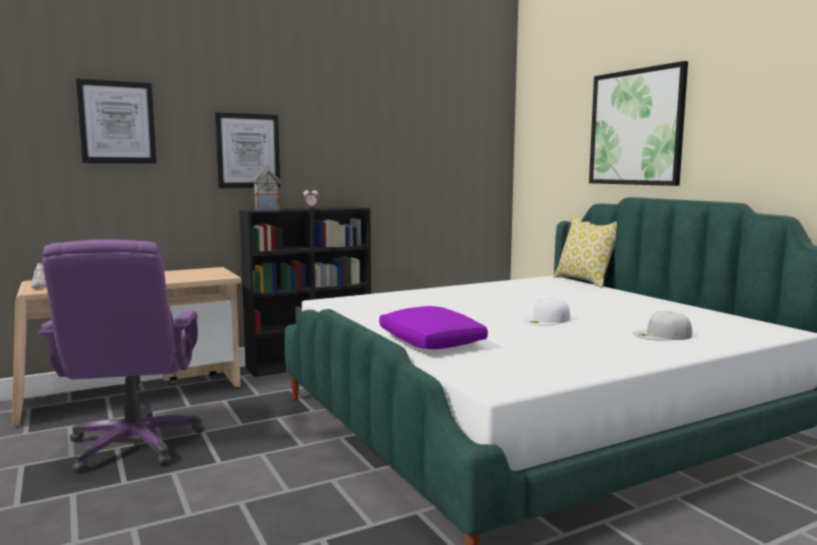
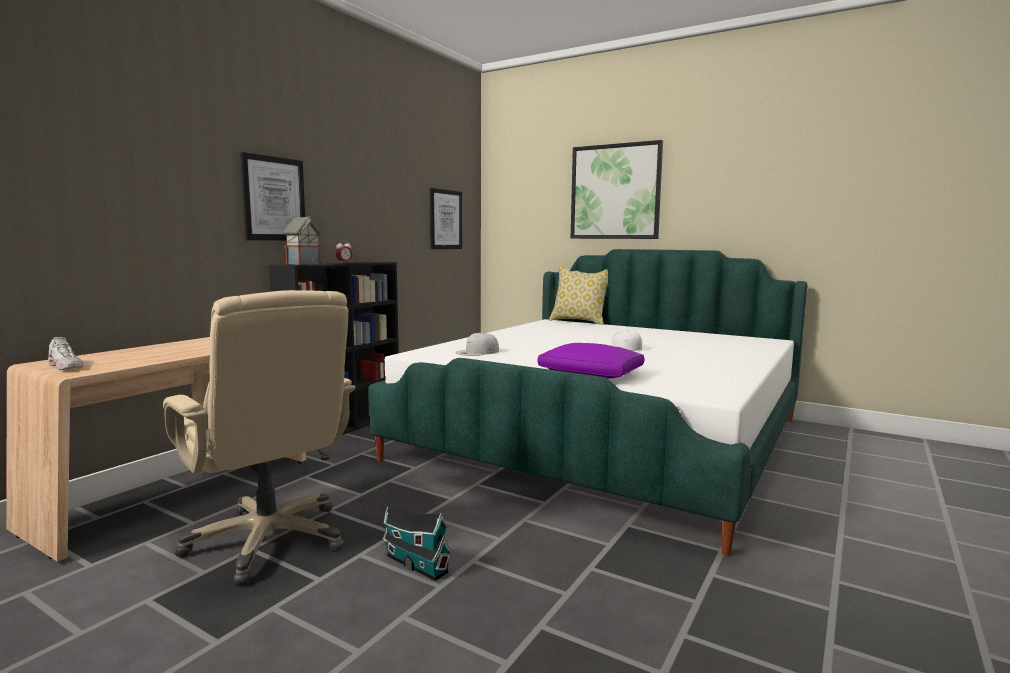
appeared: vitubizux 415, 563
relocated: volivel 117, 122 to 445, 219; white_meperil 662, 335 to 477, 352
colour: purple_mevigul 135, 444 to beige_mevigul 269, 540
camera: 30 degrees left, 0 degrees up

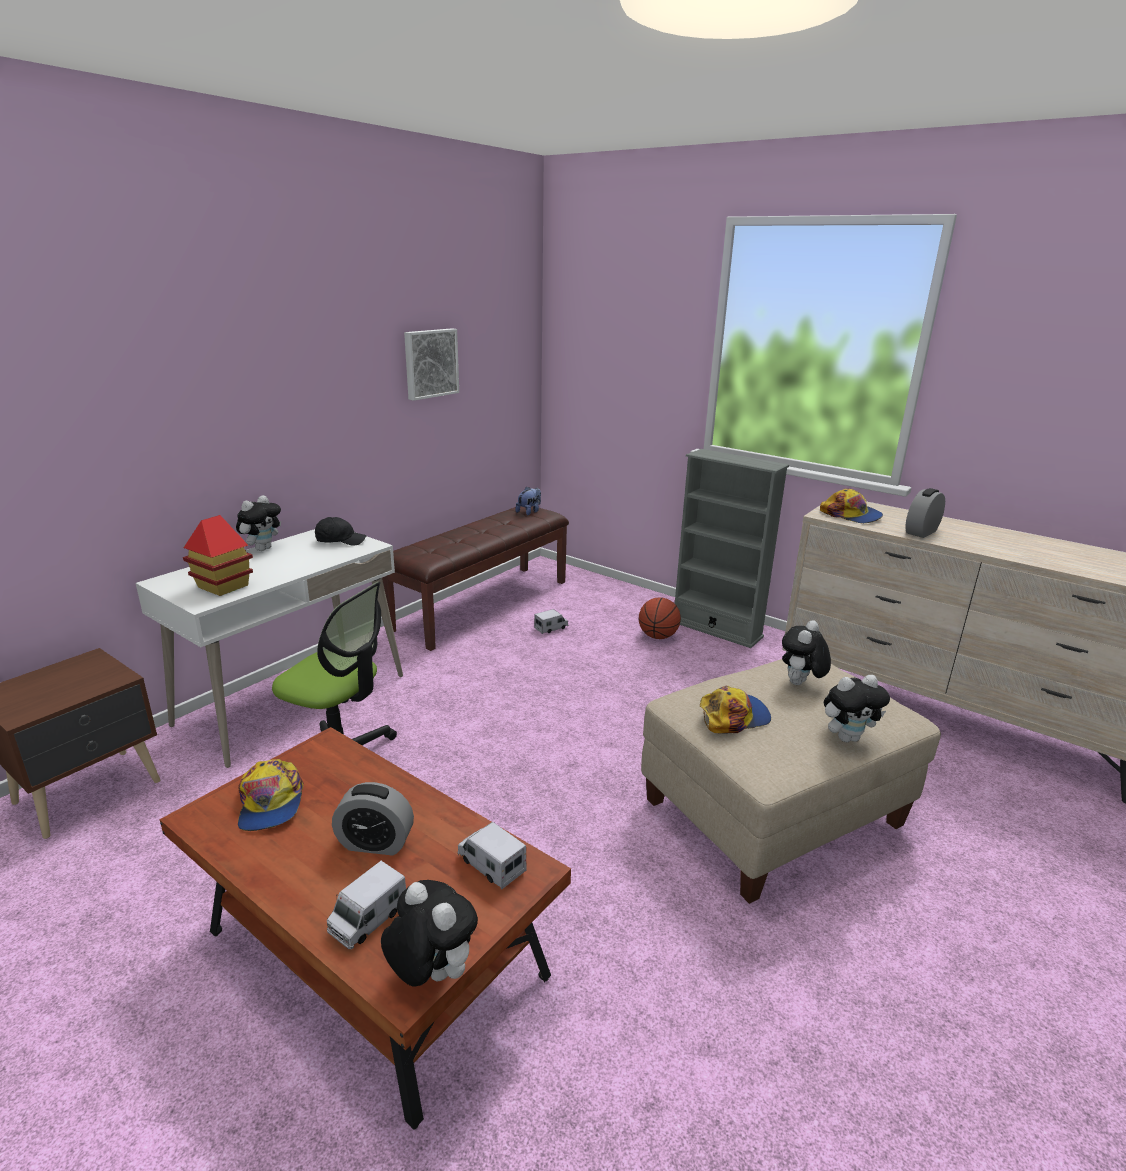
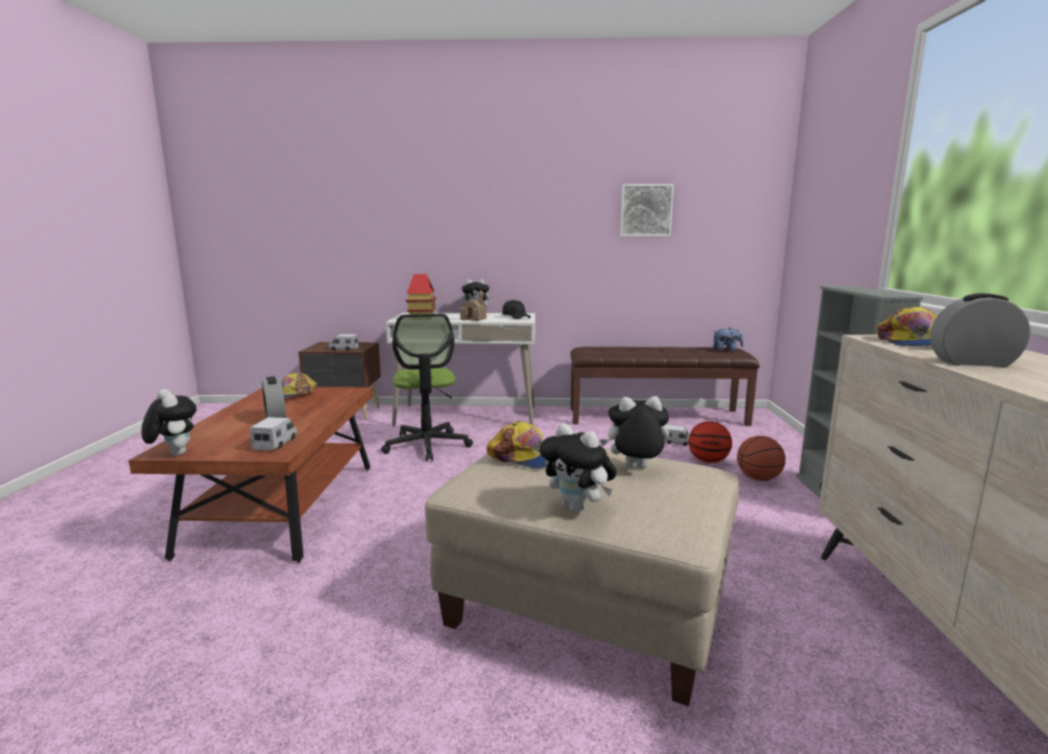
appeared: vitubizux 473, 319; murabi 708, 461
relocated: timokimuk 368, 919 to 343, 349
spun: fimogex 430, 974 = 174, 454 45 degrees counterclockwise
camera: 55 degrees right, 10 degrees down

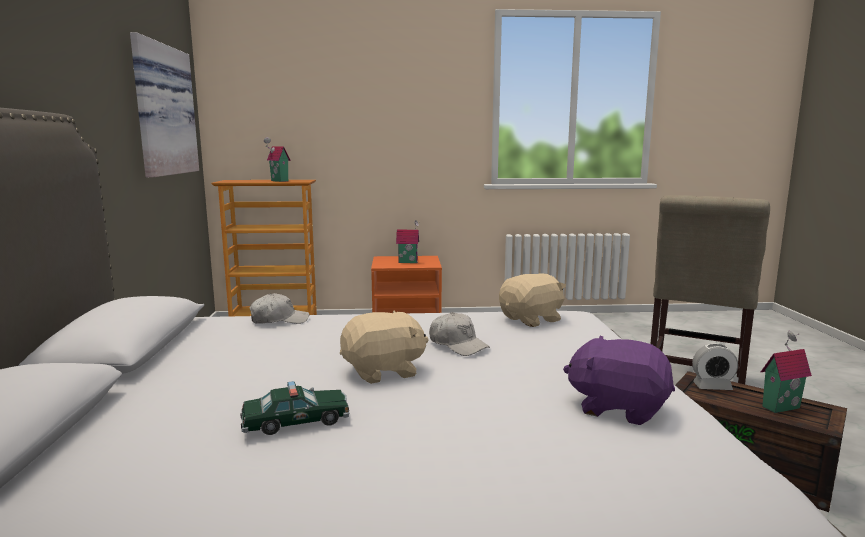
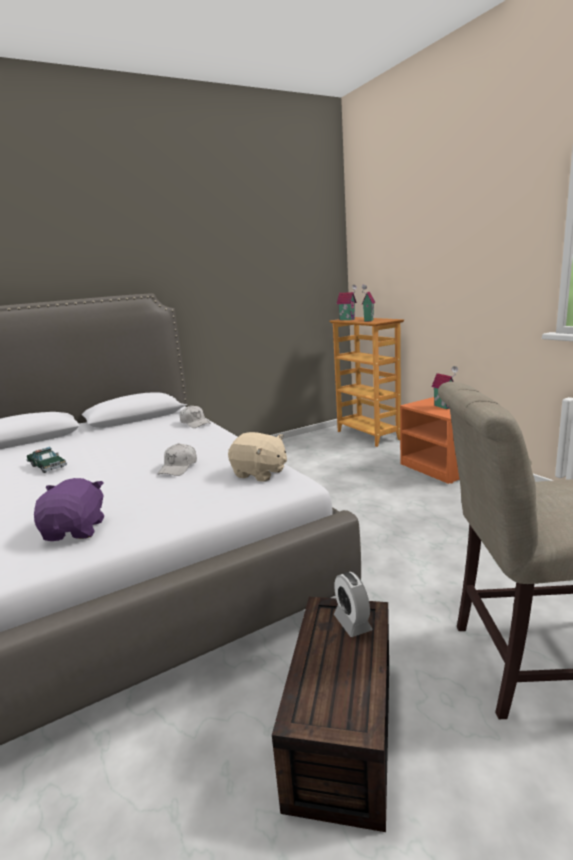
missing: volivel 161, 110; beige_fimogex 383, 371
relocated: vitubizux 779, 406 to 348, 319
camera: 65 degrees right, 5 degrees up

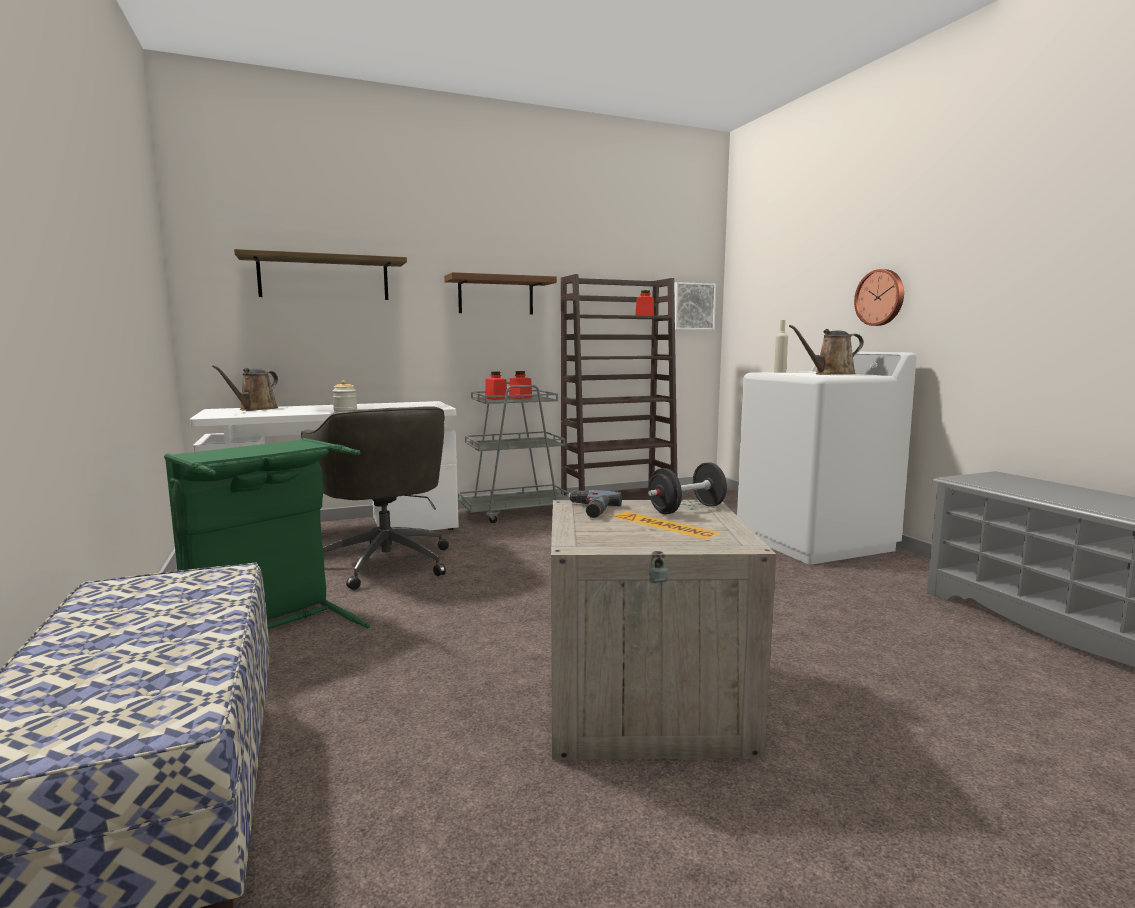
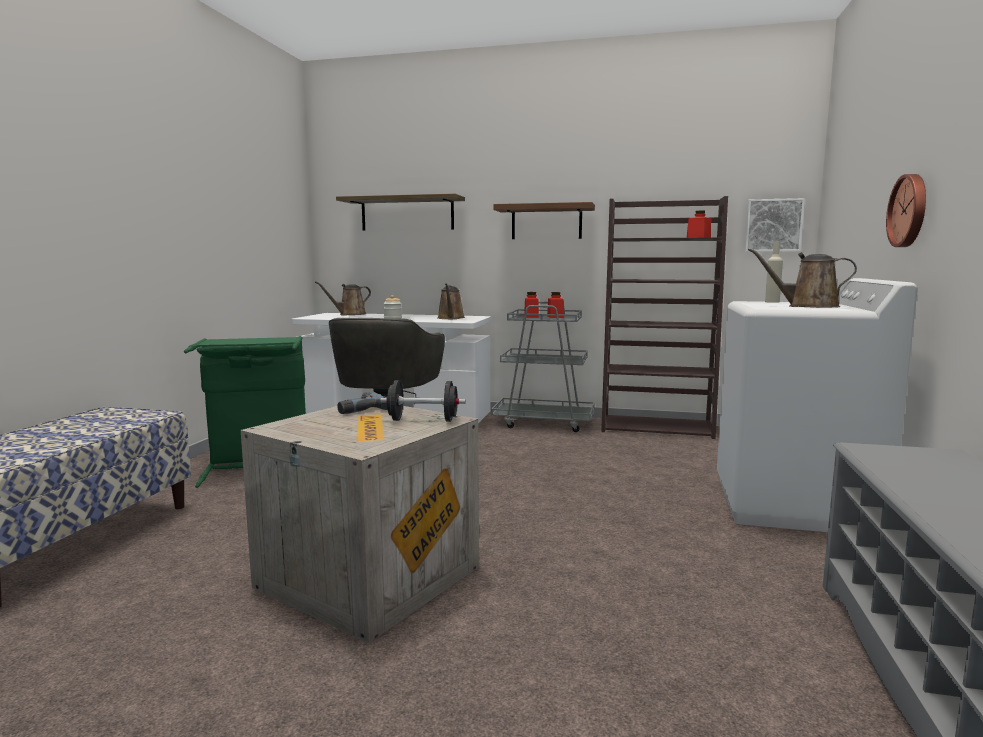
appeared: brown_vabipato 450, 318
camera: 35 degrees right, 0 degrees up

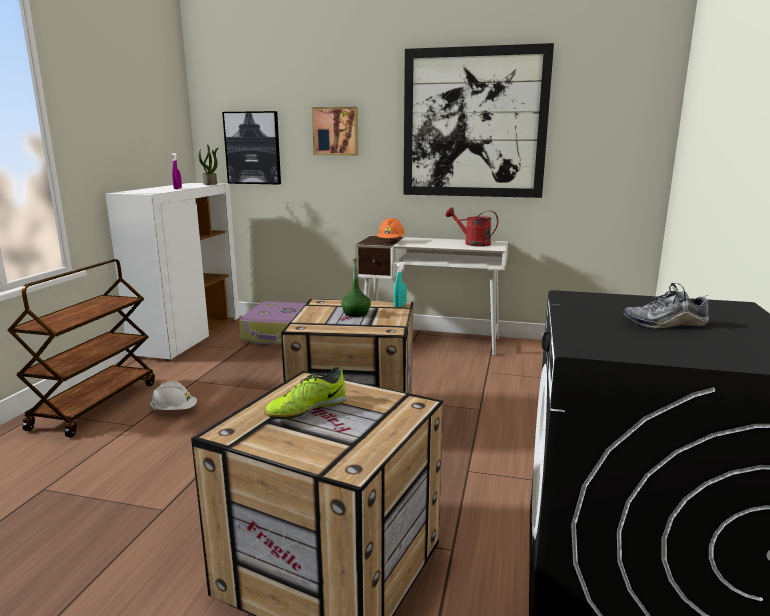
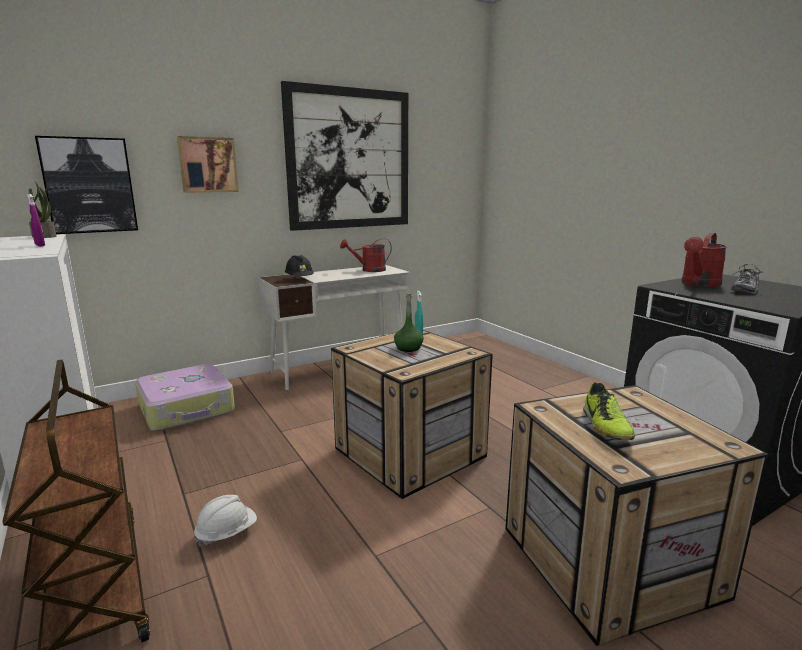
appeared: red_vabipato 699, 284
colour: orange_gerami 391, 241 to black_gerami 299, 279
camera: 45 degrees left, 0 degrees up

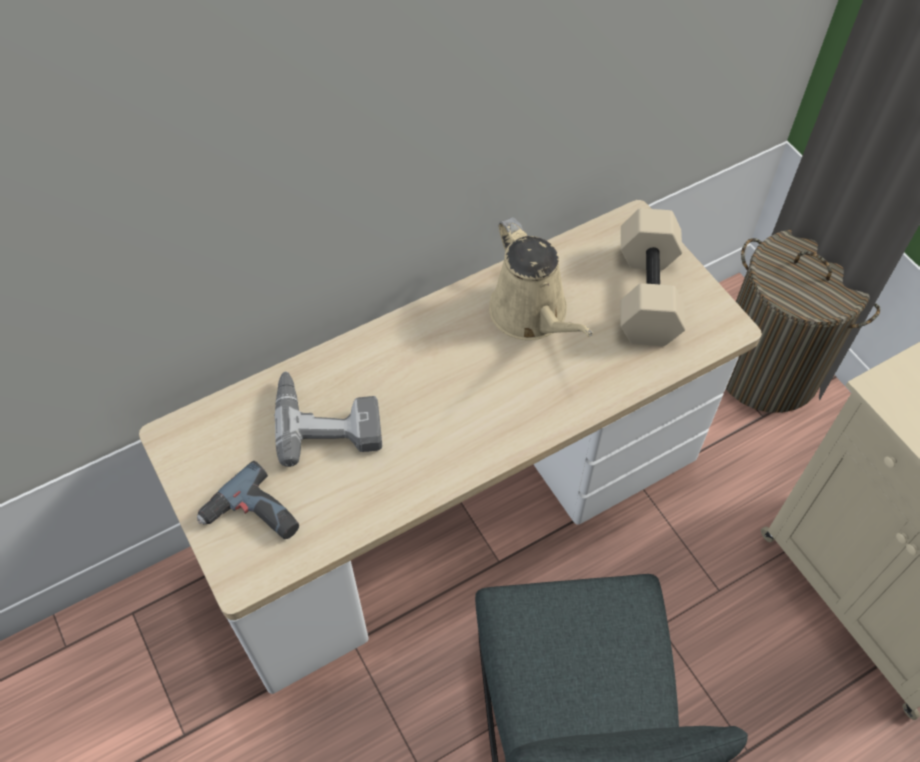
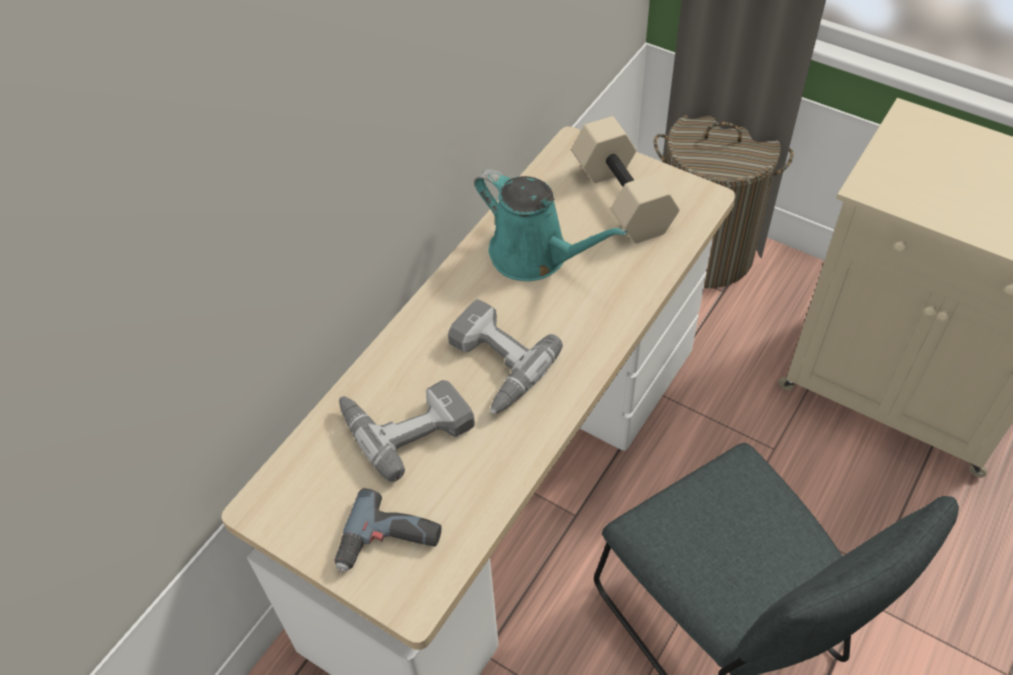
appeared: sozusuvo 493, 365
colour: beige_vabipato 532, 315 to turquoise_vabipato 535, 255
camera: 25 degrees left, 5 degrees down

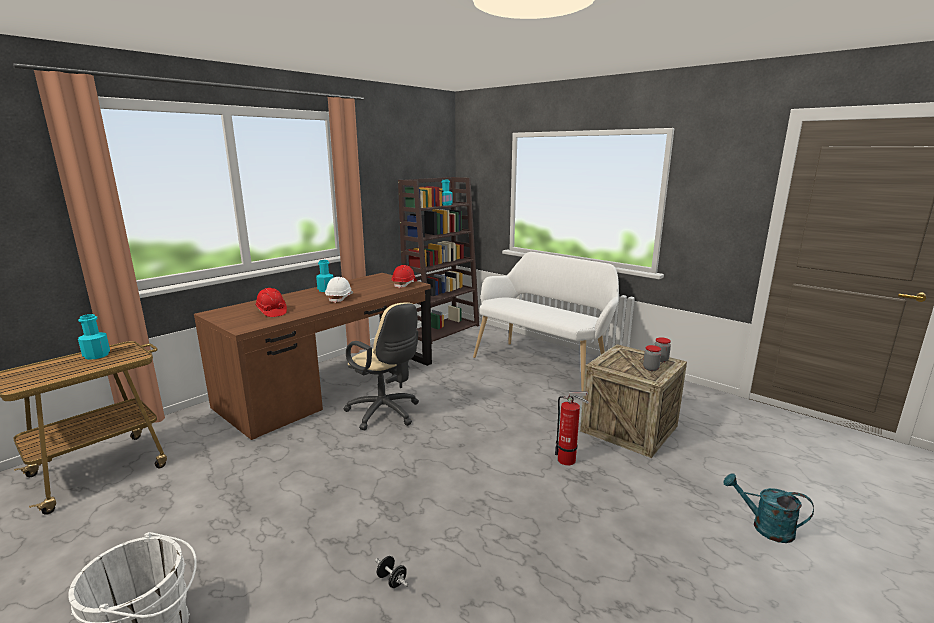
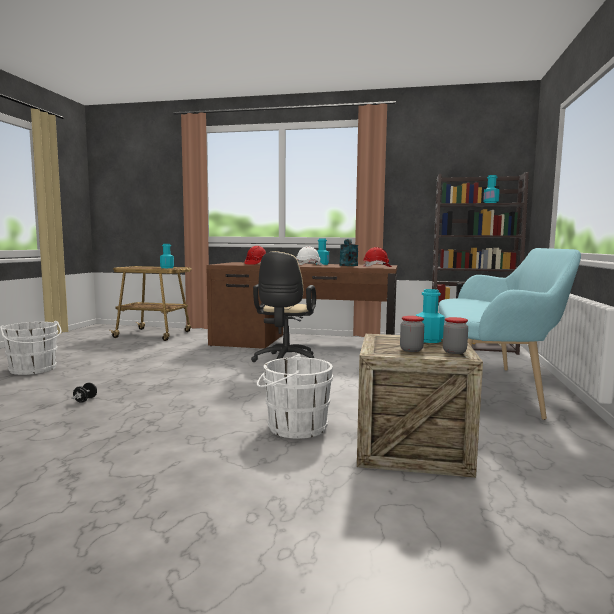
appeared: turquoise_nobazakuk 428, 340
relocated: turquoise_vabipato 765, 527 to 348, 265
exchanged: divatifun 569, 460 to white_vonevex 293, 427
colour: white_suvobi 543, 364 to turquoise_suvobi 491, 389
camera: 60 degrees right, 10 degrees down

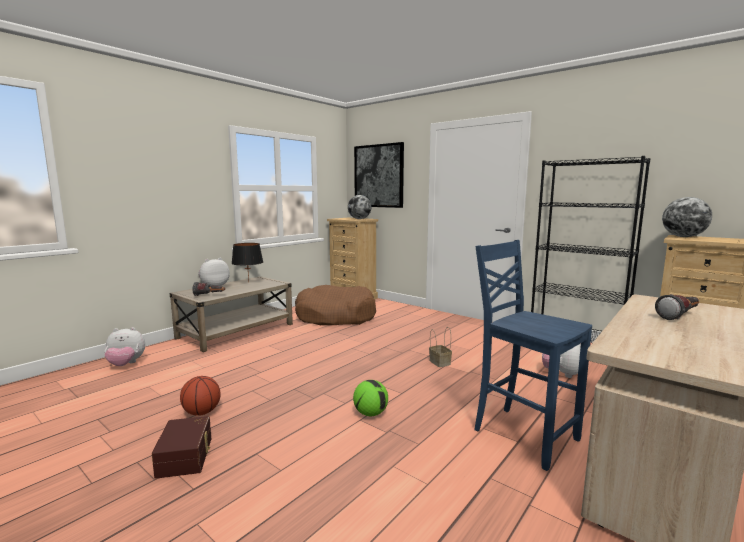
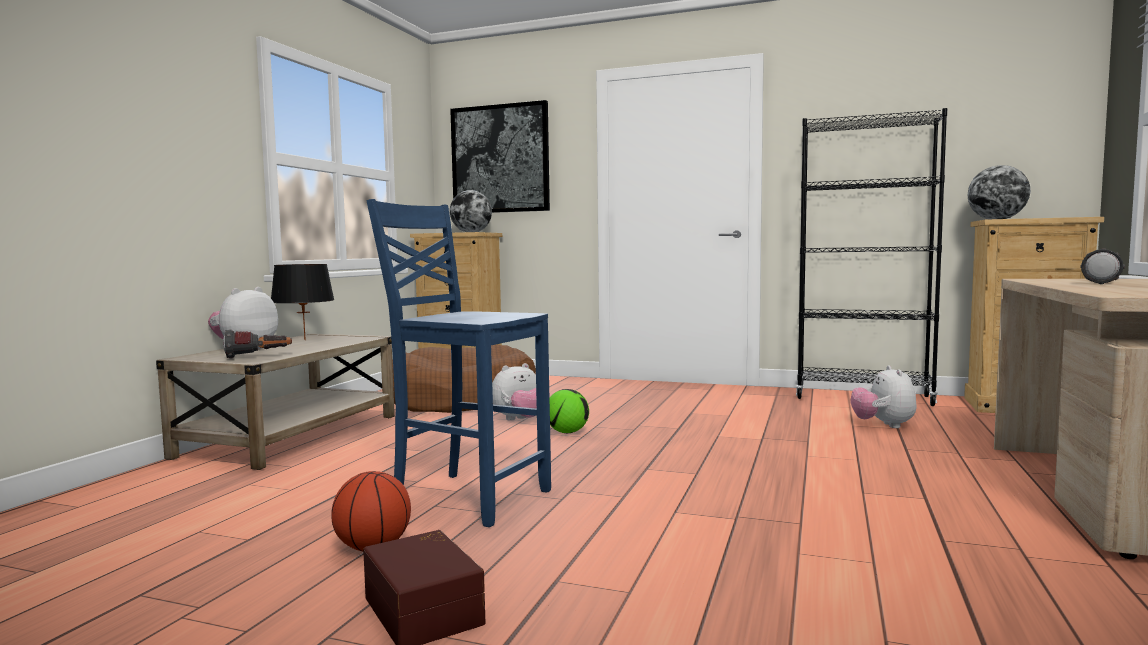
missing: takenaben 439, 362
relocated: fimogex 126, 364 to 520, 420; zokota 370, 413 to 567, 432; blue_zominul 523, 434 to 469, 496
camera: 20 degrees left, 5 degrees down

